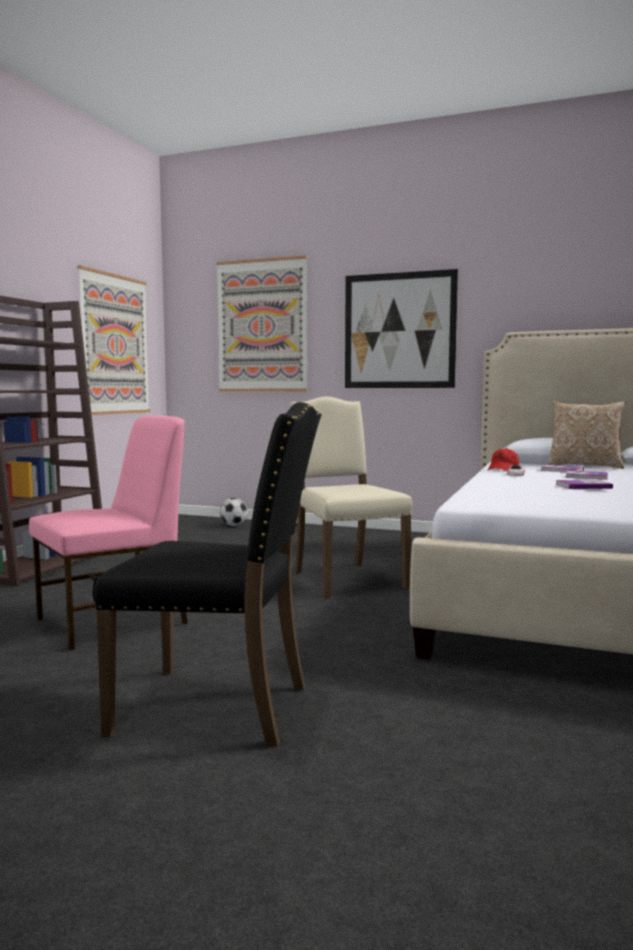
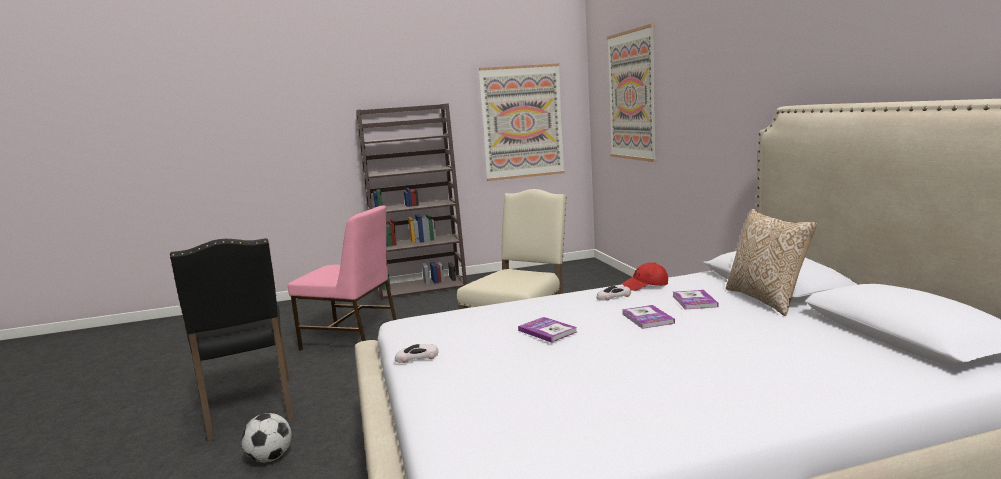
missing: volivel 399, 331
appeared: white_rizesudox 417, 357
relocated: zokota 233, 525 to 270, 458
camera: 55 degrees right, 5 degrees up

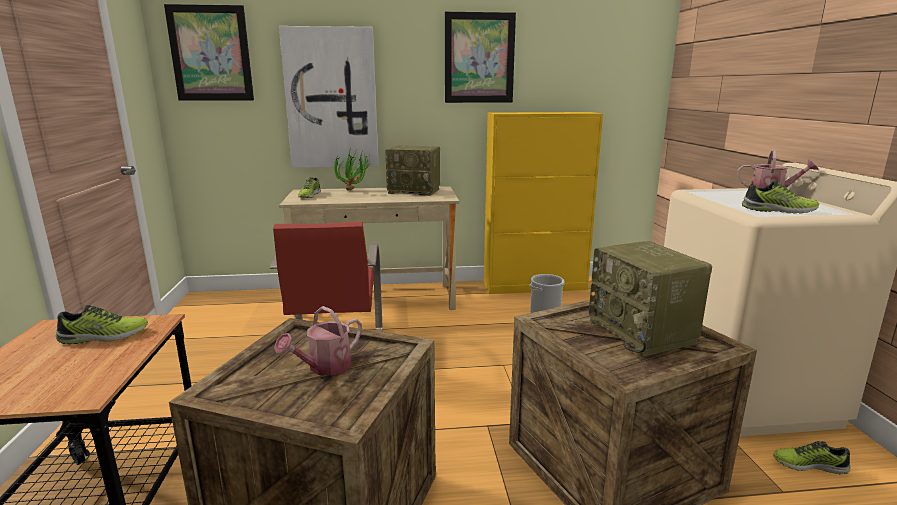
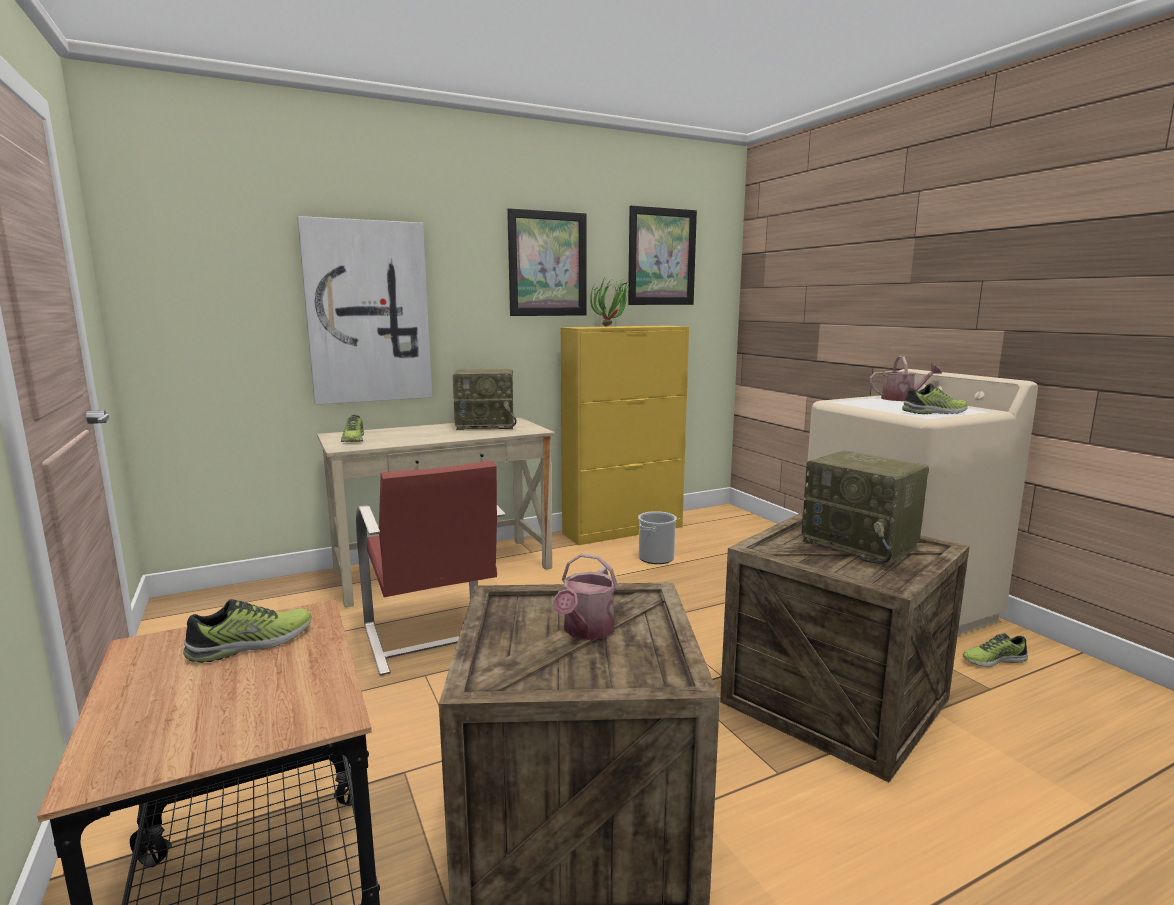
relocated: volivel 211, 54 to 661, 257; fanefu 354, 190 to 612, 326
camera: 20 degrees left, 5 degrees down

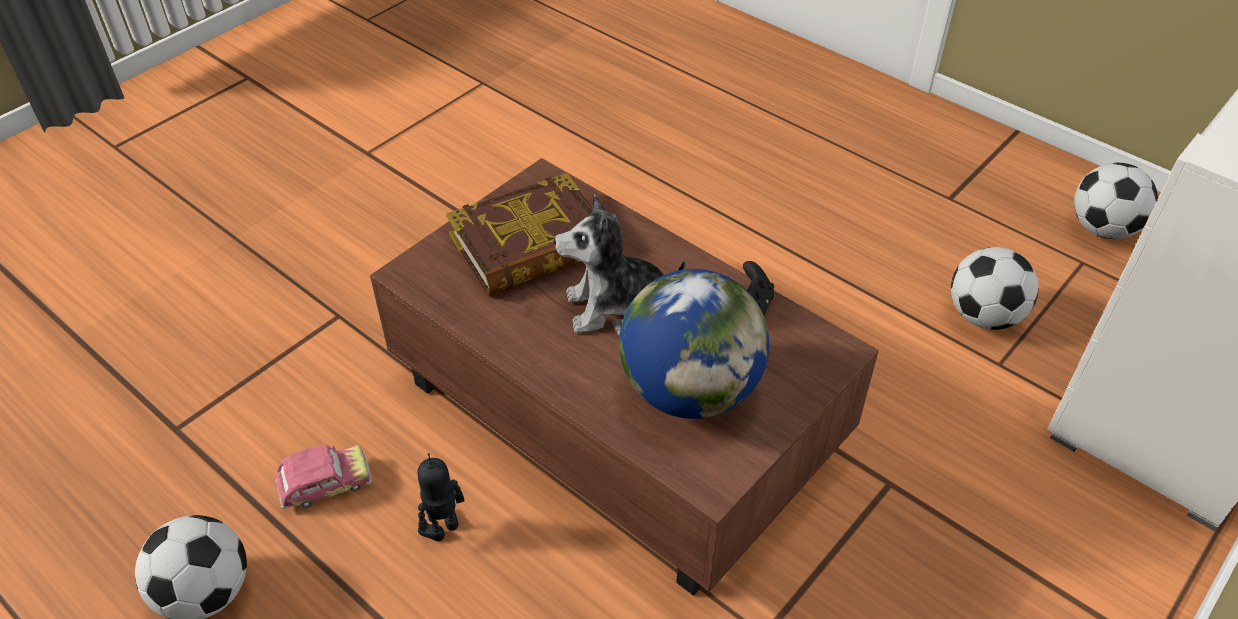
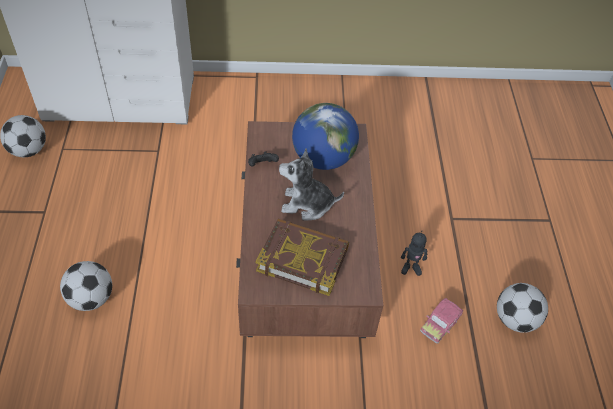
relocated: zokota 983, 316 to 91, 298
spun: rizesudox 325, 485 = 440, 324 75 degrees counterclockwise; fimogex 616, 307 = 307, 204 150 degrees clockwise
camera: 135 degrees left, 5 degrees up

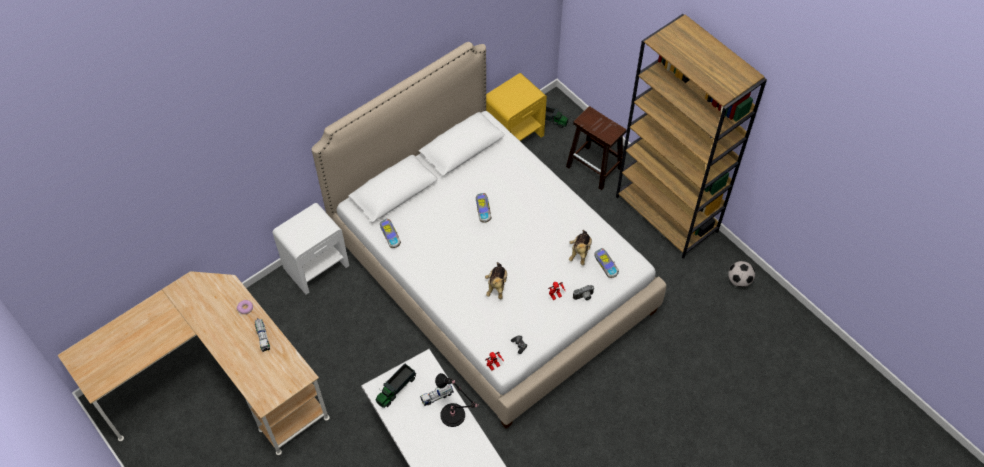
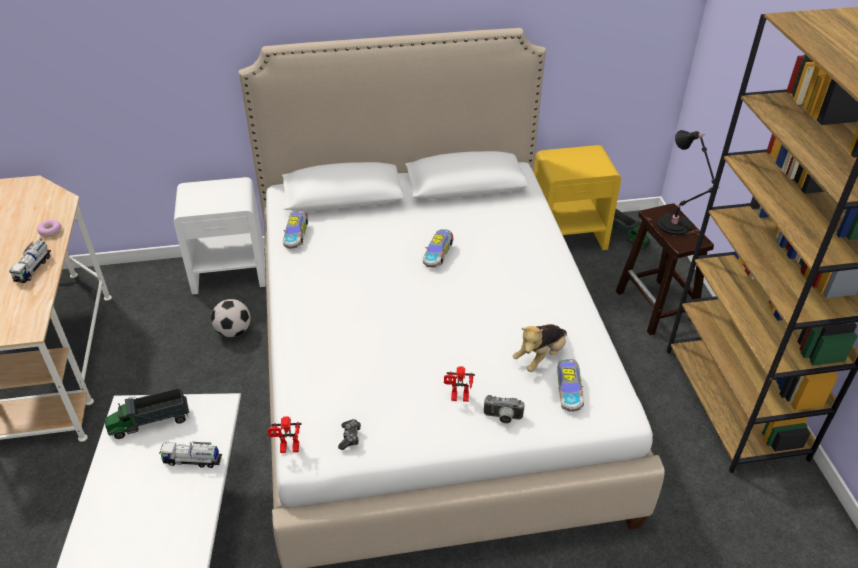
missing: fimogex 497, 285
relocated: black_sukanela 454, 416 to 675, 226; zokota 739, 280 to 233, 331
camera: 30 degrees right, 15 degrees down

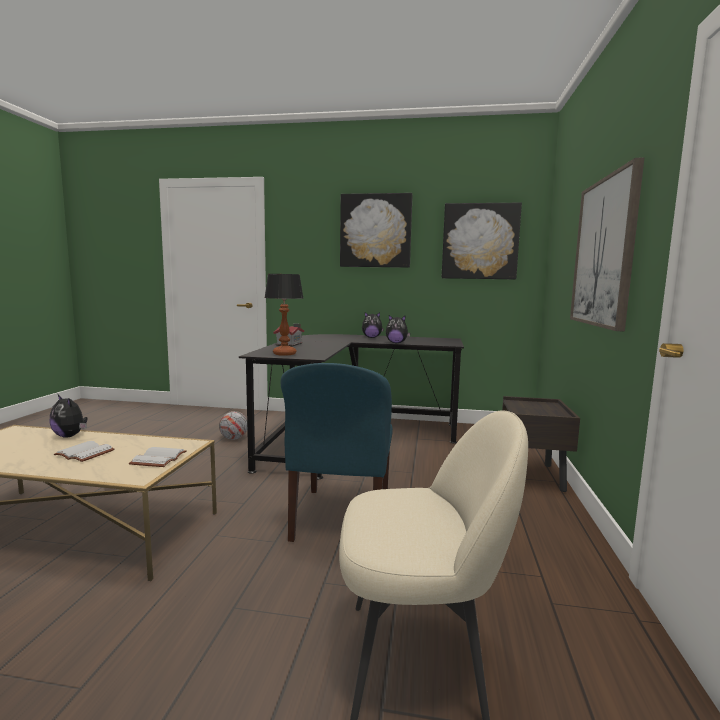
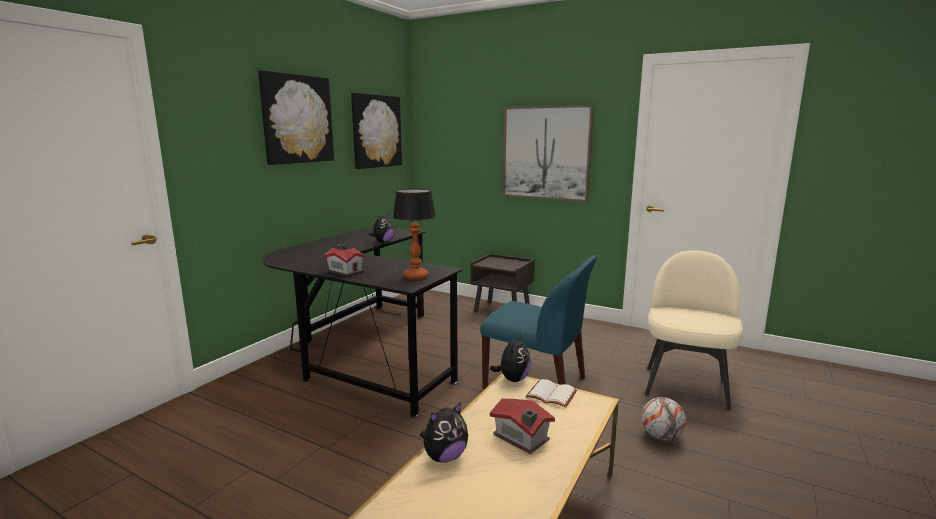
relocated: zokota 234, 438 to 661, 437; fimogex 371, 337 to 512, 379
exchanged: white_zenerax 83, 454 to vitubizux 521, 438
camera: 70 degrees left, 5 degrees up

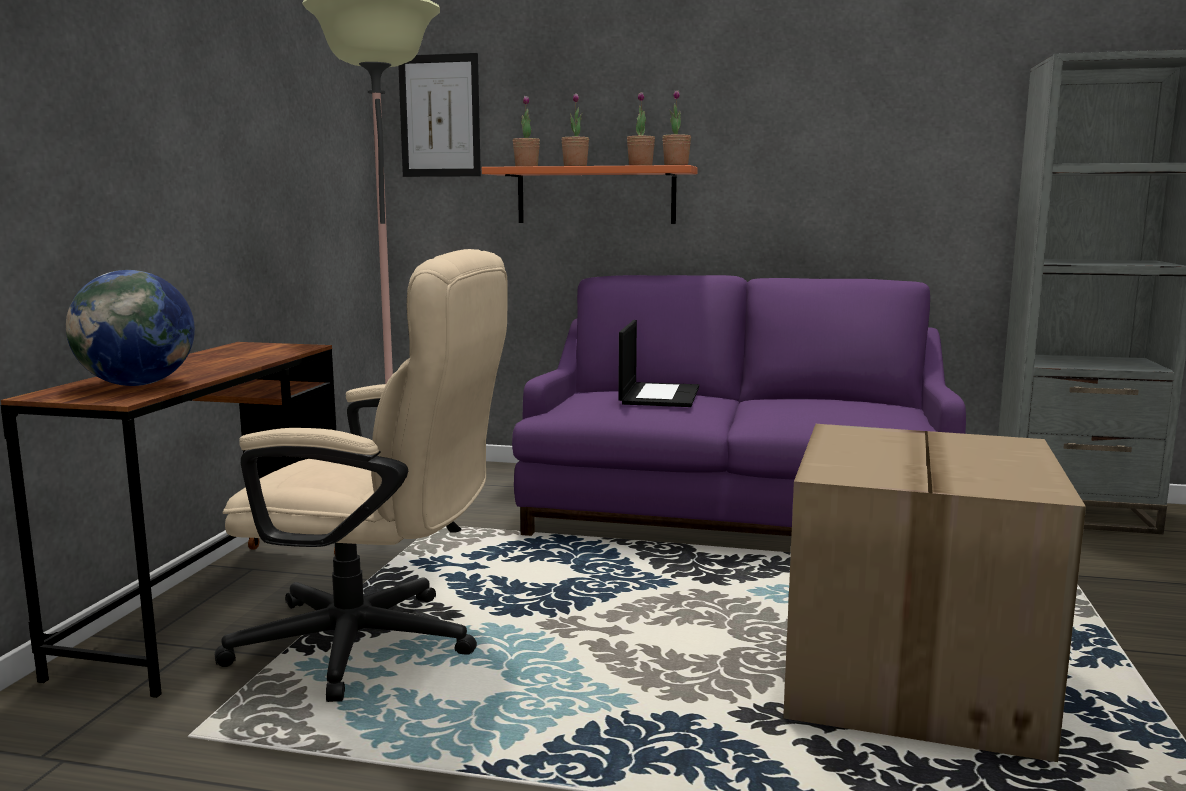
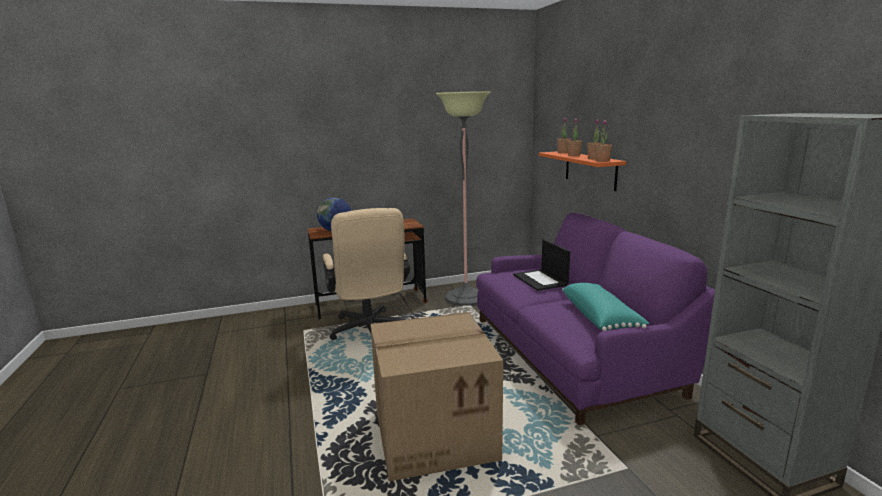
missing: volivel 440, 116
appeared: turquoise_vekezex 600, 317
spun: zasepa 659, 395 = 541, 280 90 degrees clockwise
camera: 60 degrees right, 5 degrees up

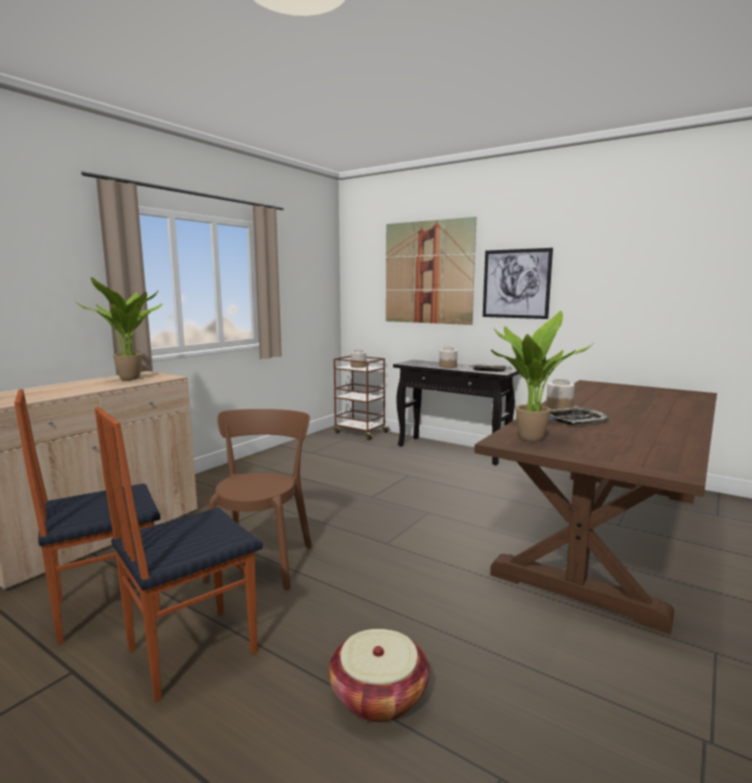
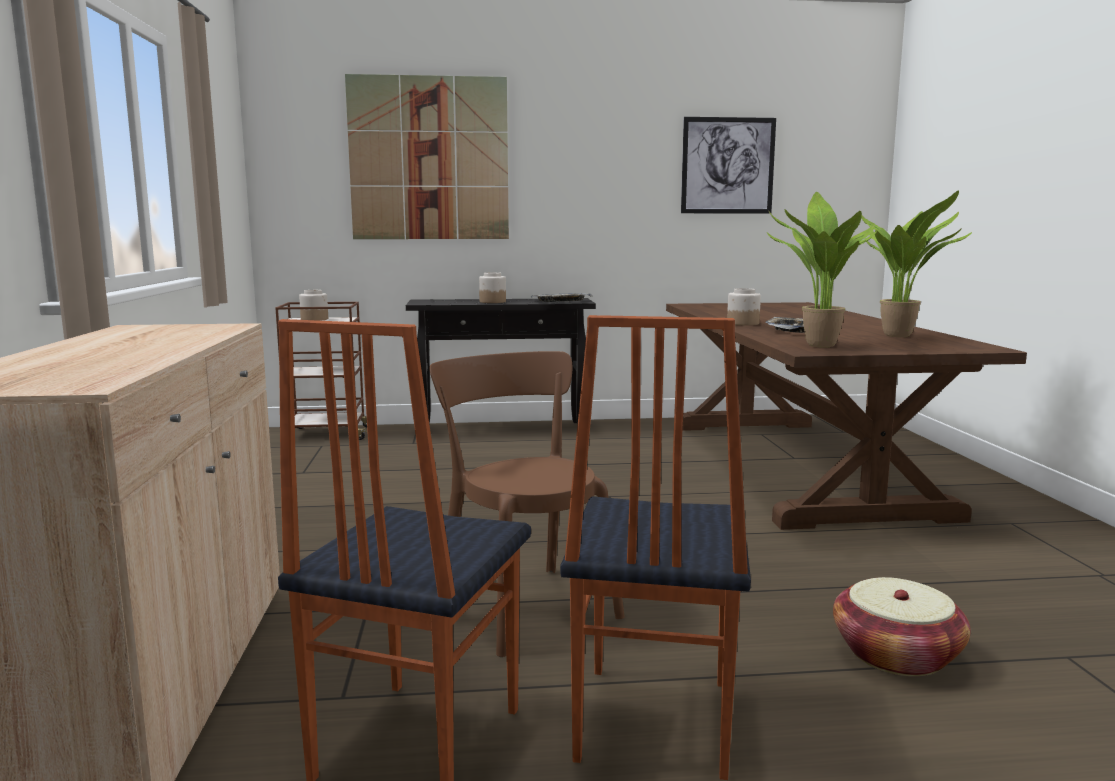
relocated: fanefu 132, 379 to 901, 336; volivel 516, 284 to 727, 166
camera: 40 degrees left, 0 degrees up

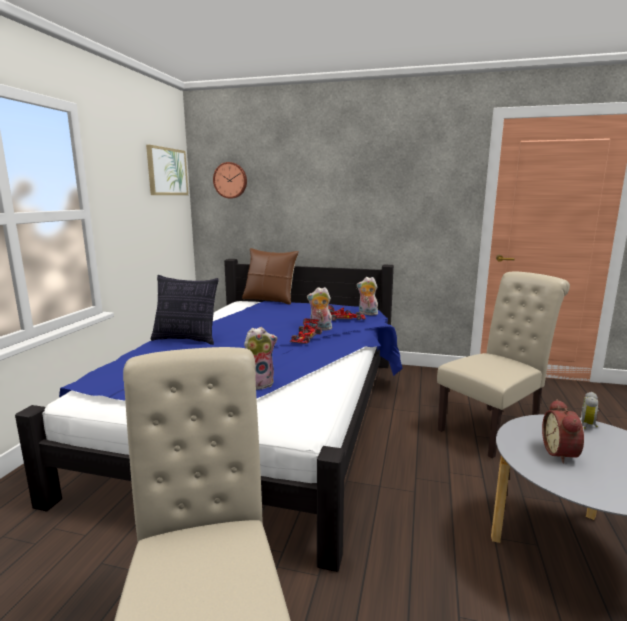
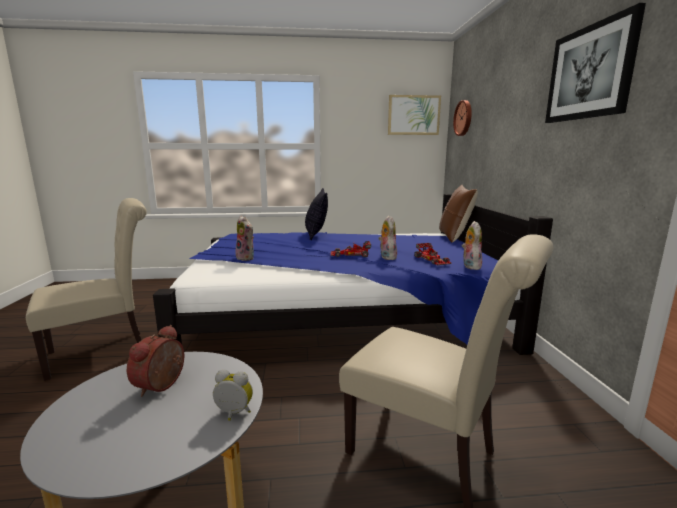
appeared: volivel 589, 72
spun: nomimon 562, 453 = 162, 386 60 degrees counterclockwise
camera: 70 degrees right, 0 degrees up

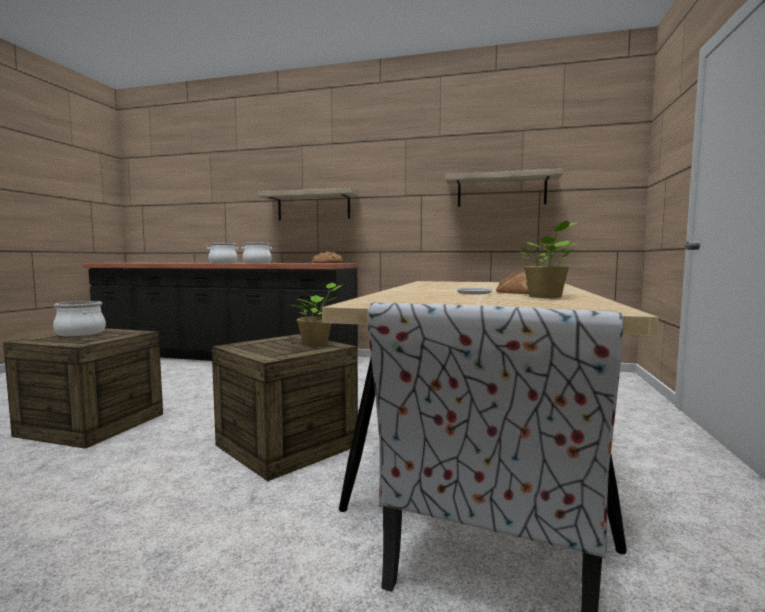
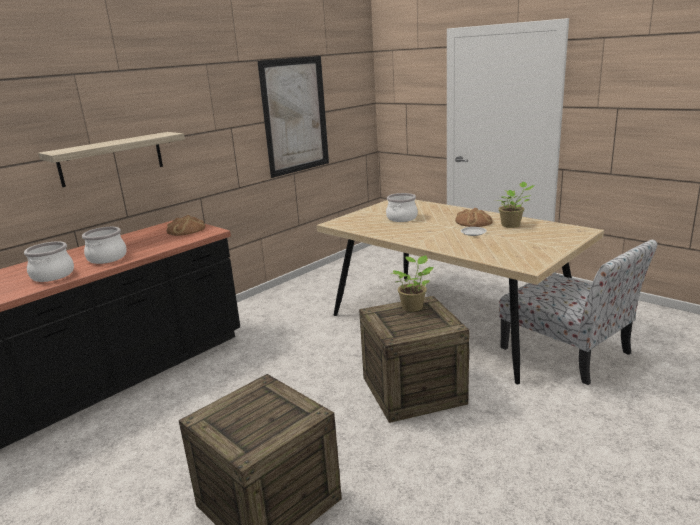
relocated: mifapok 81, 333 to 401, 218
exchanged: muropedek 501, 191 to volivel 295, 116
camera: 60 degrees left, 15 degrees up

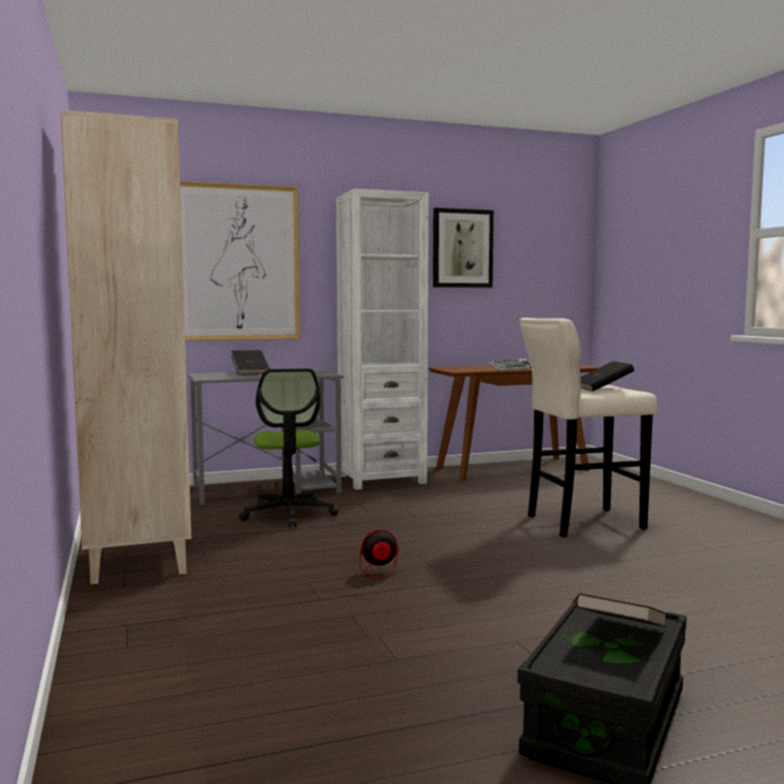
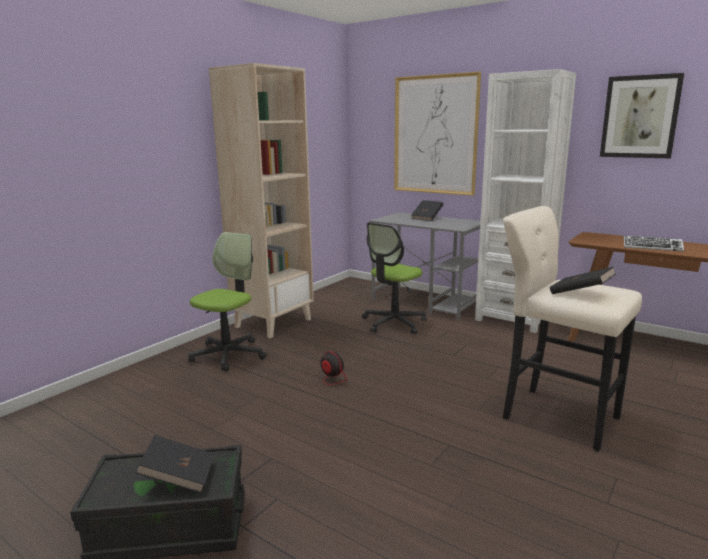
appeared: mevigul 228, 355
camera: 55 degrees right, 10 degrees up

